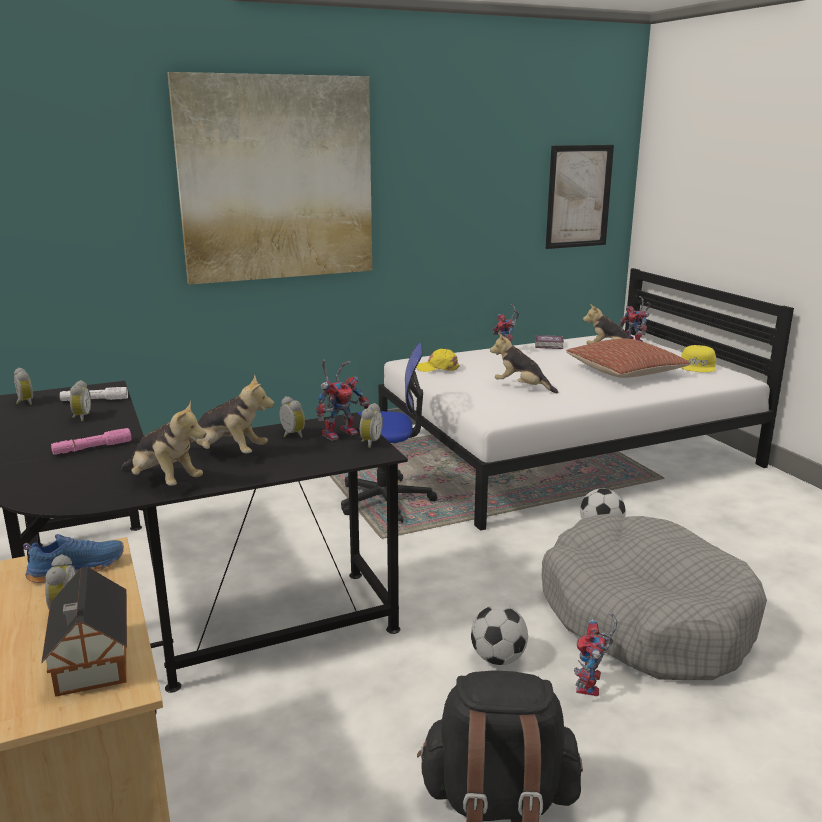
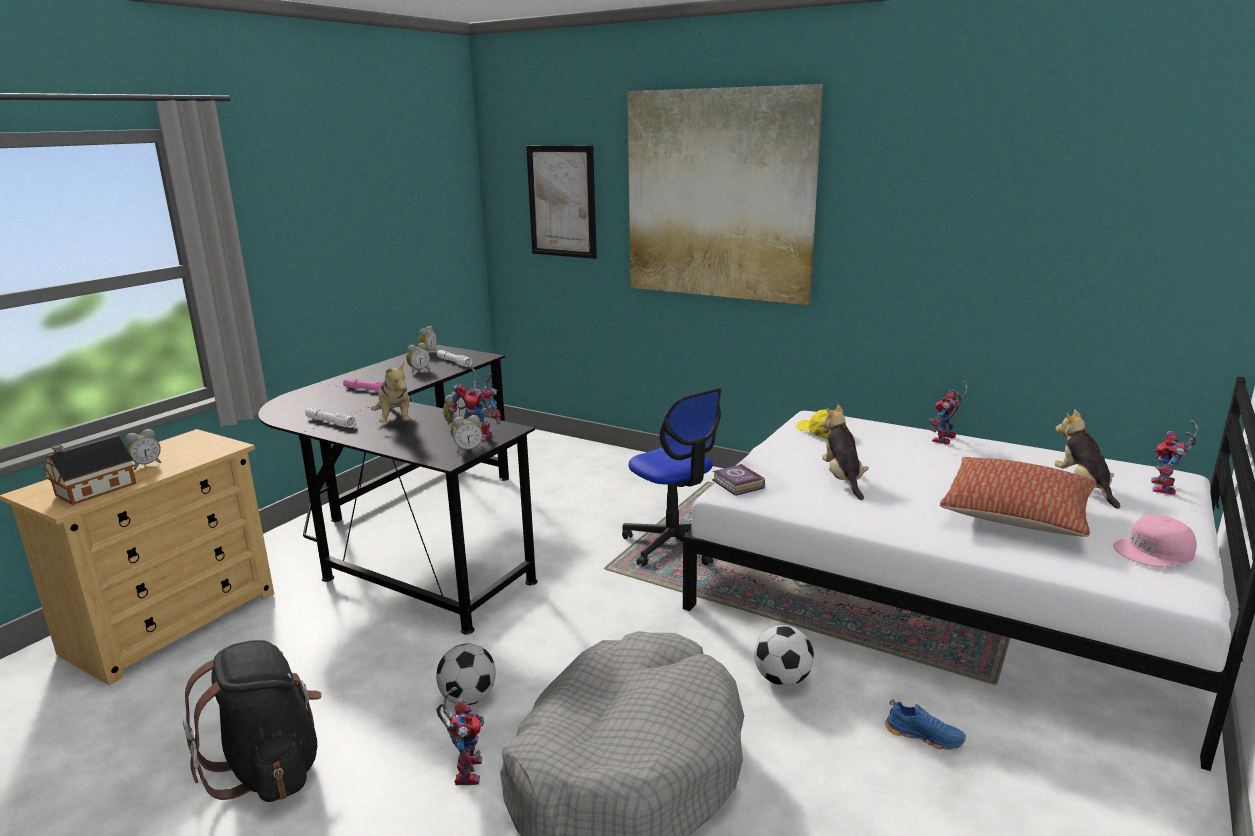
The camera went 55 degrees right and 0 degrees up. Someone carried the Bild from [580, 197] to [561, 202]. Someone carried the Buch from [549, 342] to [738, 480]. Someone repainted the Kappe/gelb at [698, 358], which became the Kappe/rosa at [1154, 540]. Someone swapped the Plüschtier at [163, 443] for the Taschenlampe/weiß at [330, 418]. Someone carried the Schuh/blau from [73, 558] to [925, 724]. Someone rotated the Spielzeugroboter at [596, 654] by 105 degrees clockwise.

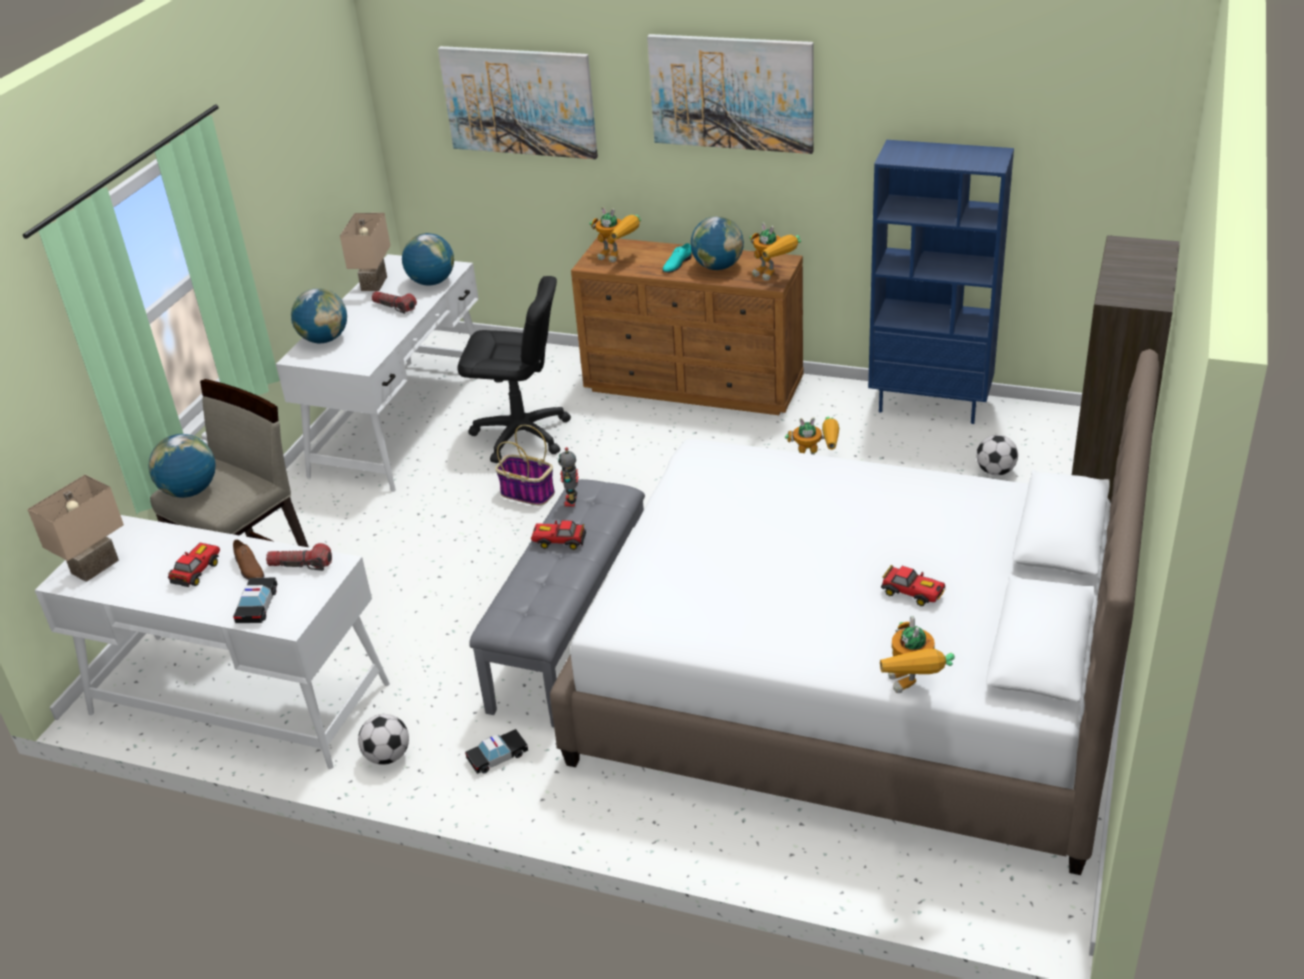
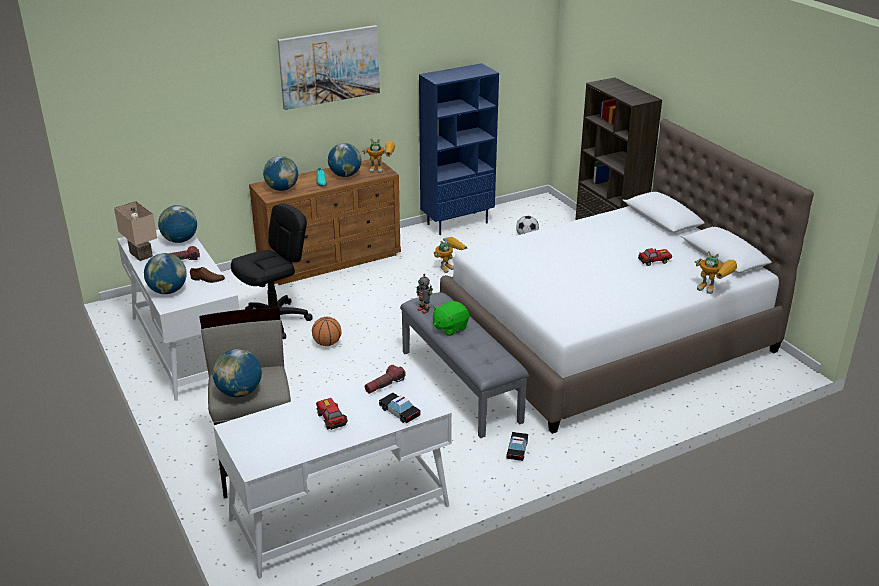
The camera went 50 degrees left and 5 degrees down. Someone took away the Bild at [518, 102]. Someone swapped the Spielzeugroboter at [615, 234] for the Globus at [280, 173]. Someone swapped the Korb at [525, 465] for the Basketball at [326, 331]. Someone took away the Tischlampe/beige at [75, 528]. Someone swapped the Spielzeugauto at [558, 535] for the Plüschtier/grün at [451, 318]. Someone carried the Schuh/braun from [248, 560] to [207, 275]. Someone took away the Fußball at [383, 739].

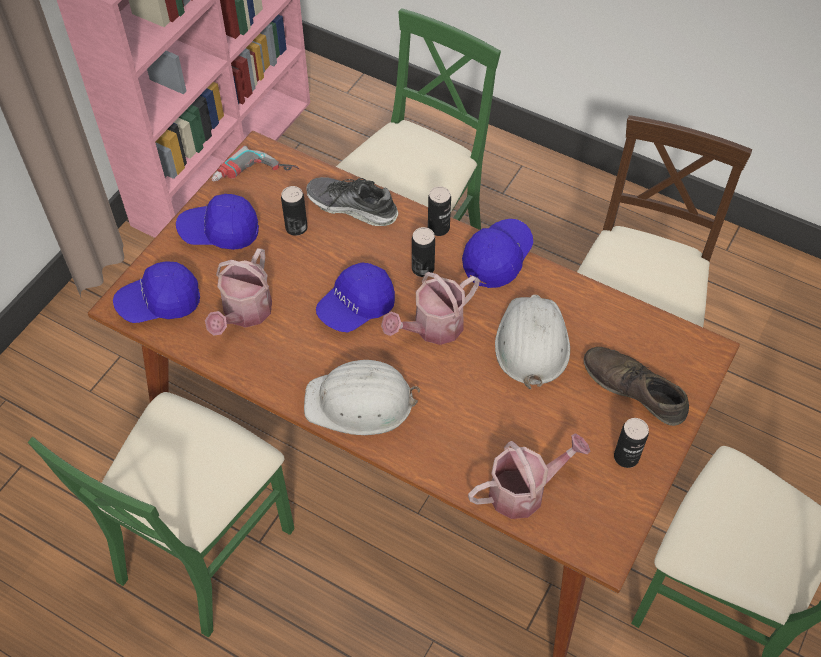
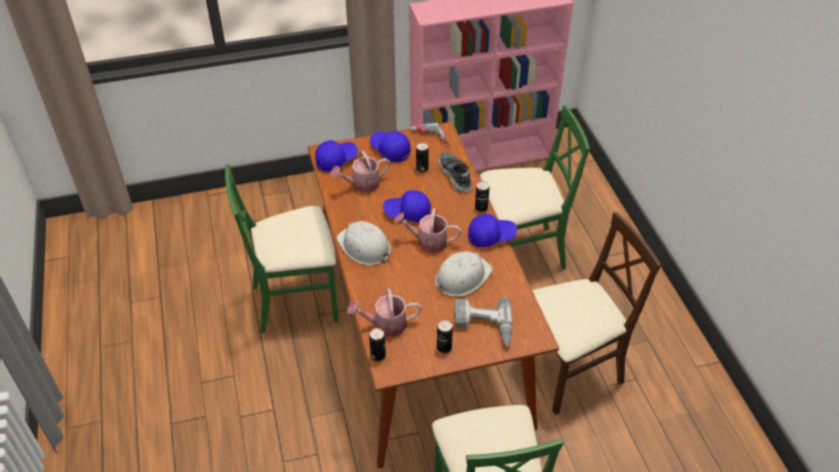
The camera went 45 degrees right and 10 degrees down. Someone carried the Dose from [423, 252] to [377, 344]. Someone rotated the Kappe/blau at [156, 292] by 120 degrees clockwise. Someone swapped the Schuh/braun at [636, 386] for the Bohrmaschine at [484, 321]. Someone rotated the Gießkanne at [529, 476] by 150 degrees clockwise.

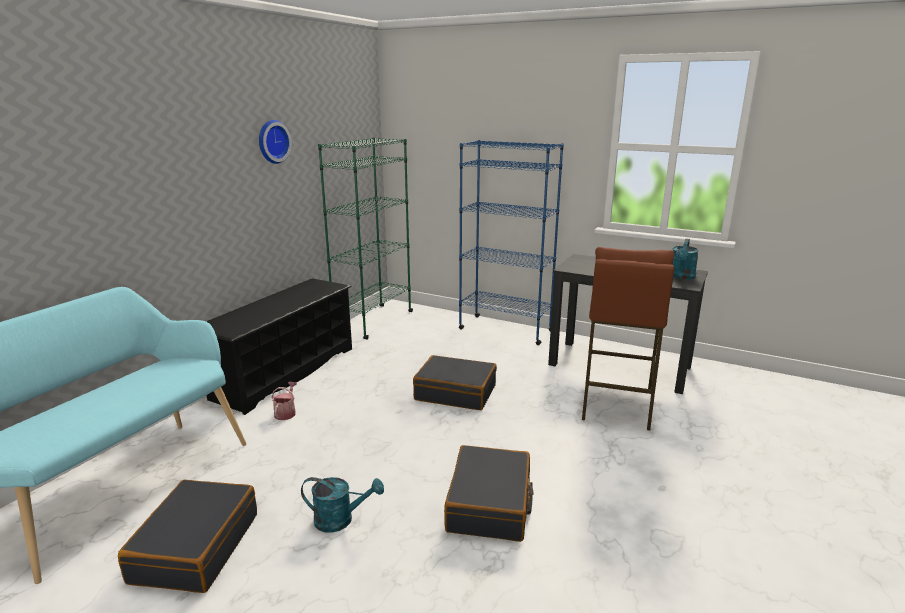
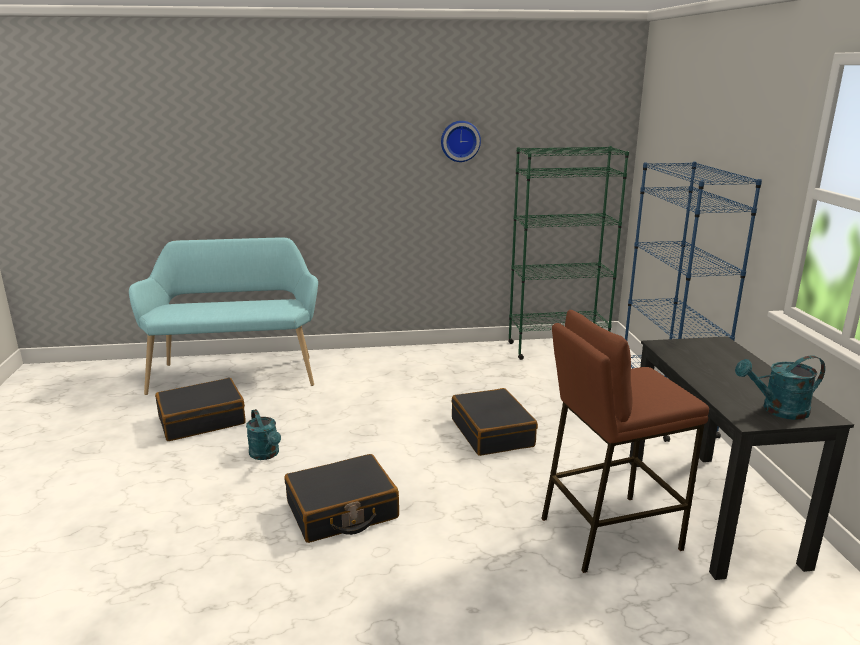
The camera went 55 degrees right and 0 degrees up. Someone took away the Schuhregal/schwarz at [279, 346]. Someone took away the Gießkanne at [284, 401].

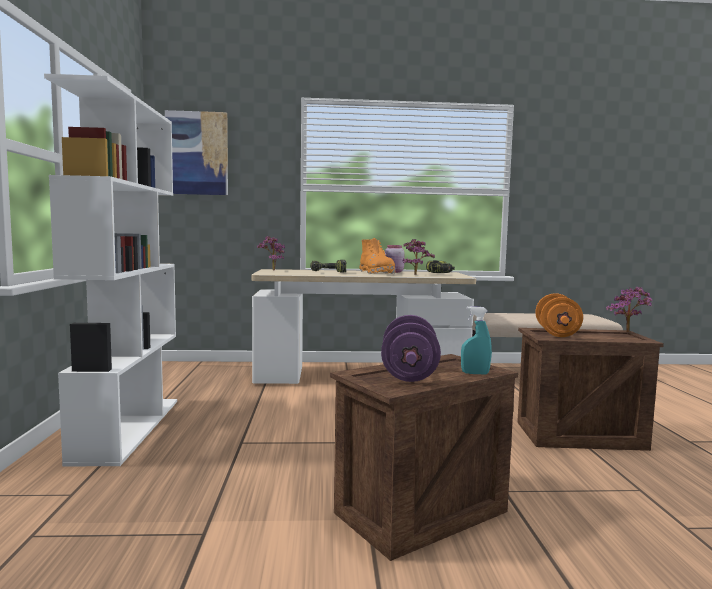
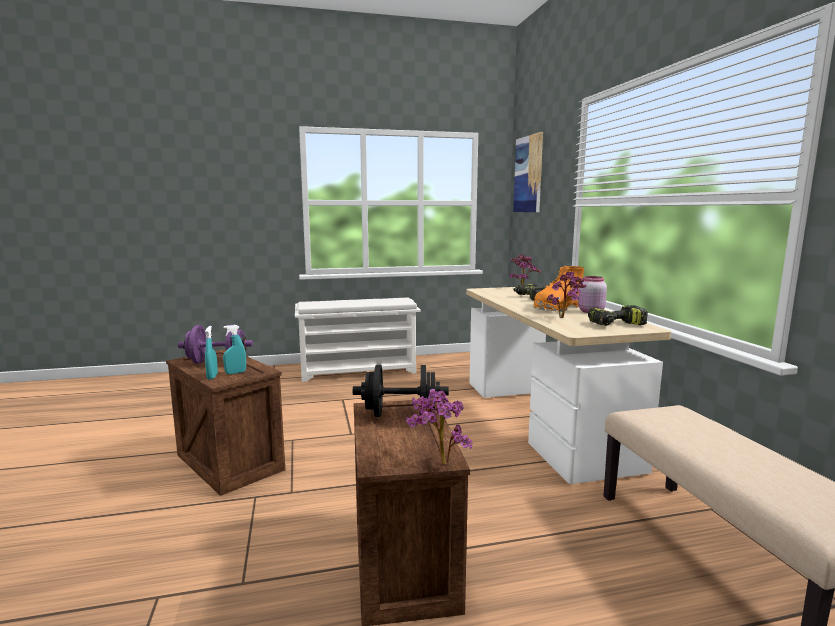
The camera went 80 degrees right and 5 degrees up. Someone swapped the Bücherregal/weiß at [110, 270] for the Schuhregal/weiß at [358, 340]. Someone repainted the Hantel/orange at [559, 315], which became the Hantel/schwarz at [401, 391]. Someone put down the Sprühflasche/türkis at [234, 349].

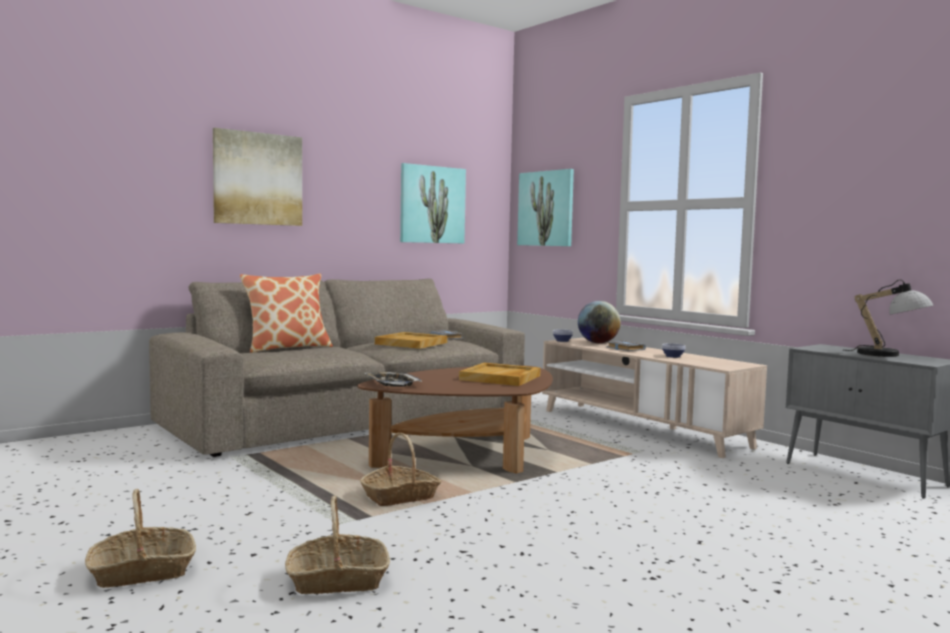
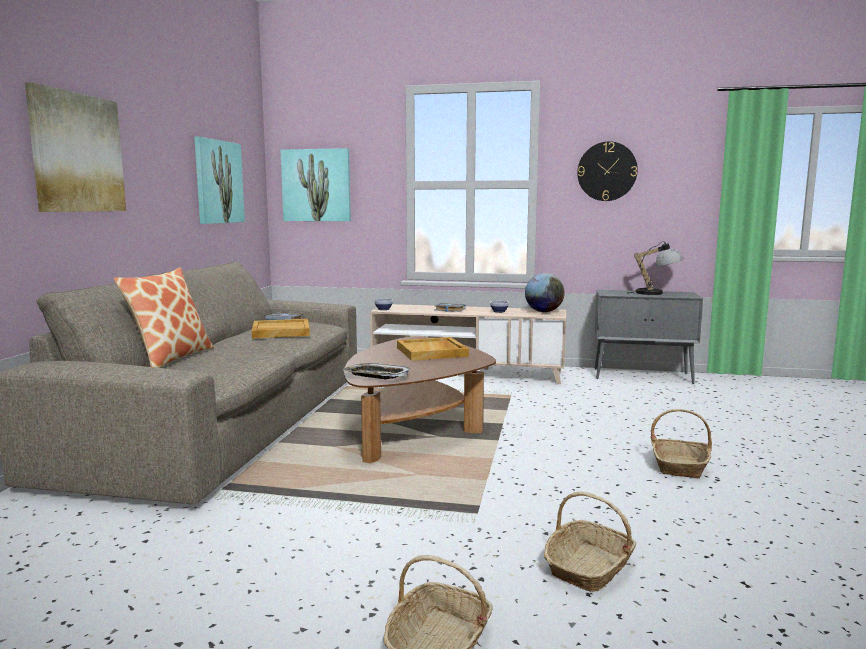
The camera went 40 degrees left and 5 degrees up. Someone carried the Globus from [599, 322] to [545, 292]. Someone carried the Korb from [400, 469] to [681, 444]. Someone put up the Wanduhr at [607, 171].

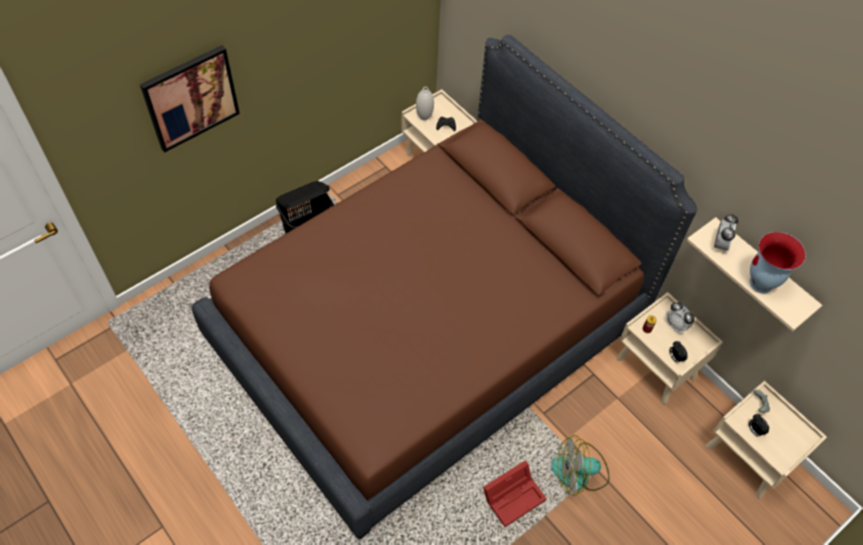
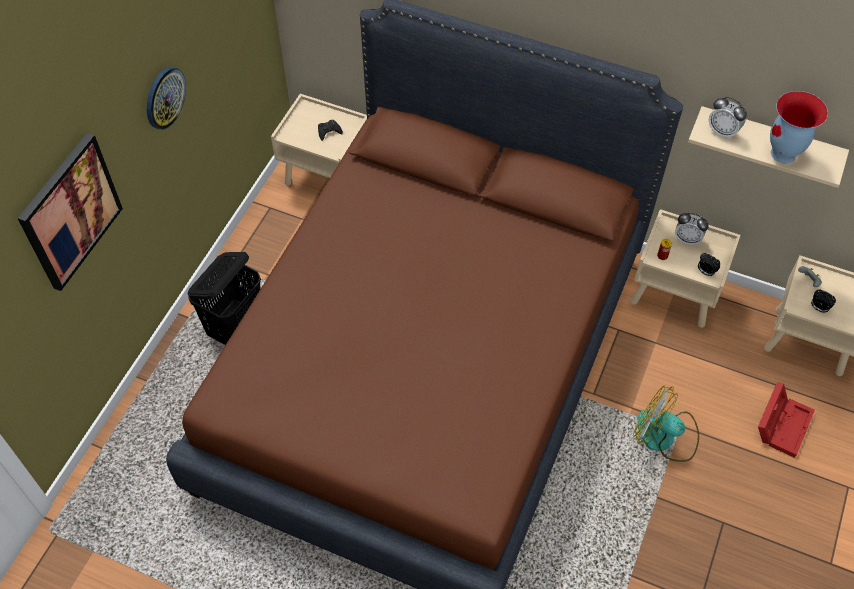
The camera went 25 degrees left and 0 degrees up. Someone took away the Vase/weiß at [425, 103]. Someone rotated the Wecker at [726, 233] by 135 degrees clockwise. Someone rotated the Ventilator at [580, 465] by 60 degrees clockwise. Someone carried the Aufbewahrungsbox/rot from [515, 494] to [786, 420]. Someone put up the Wanduhr at [166, 98].

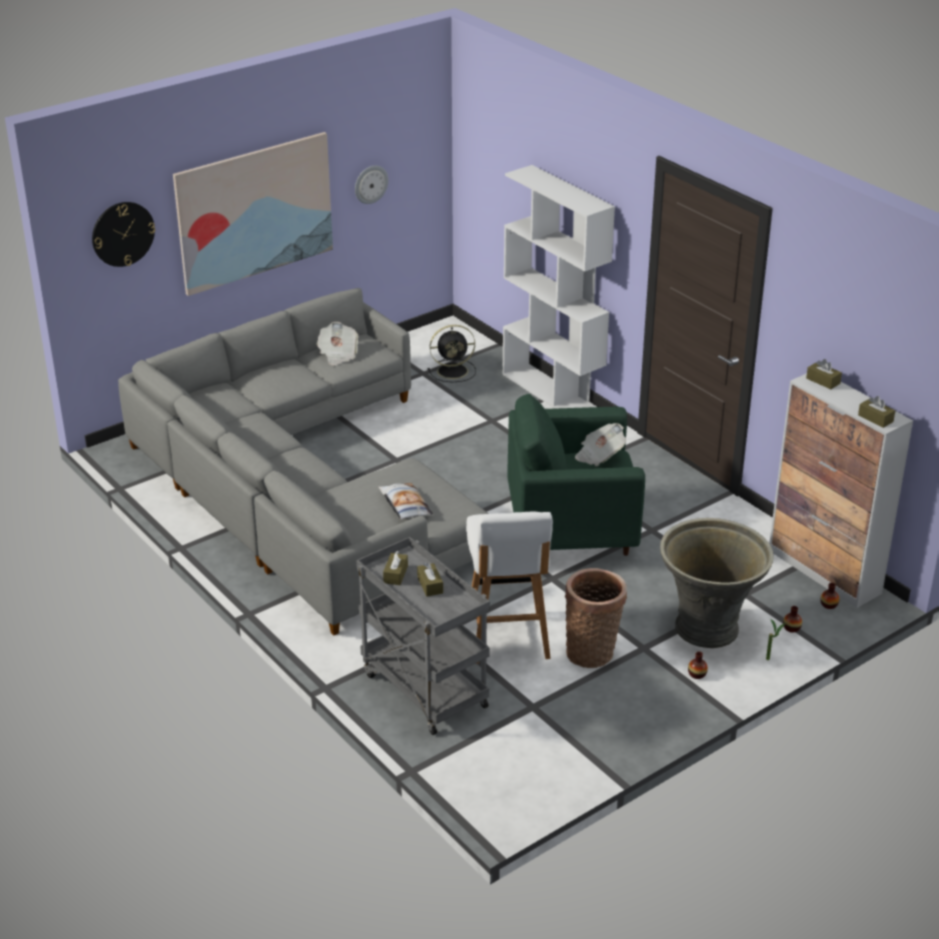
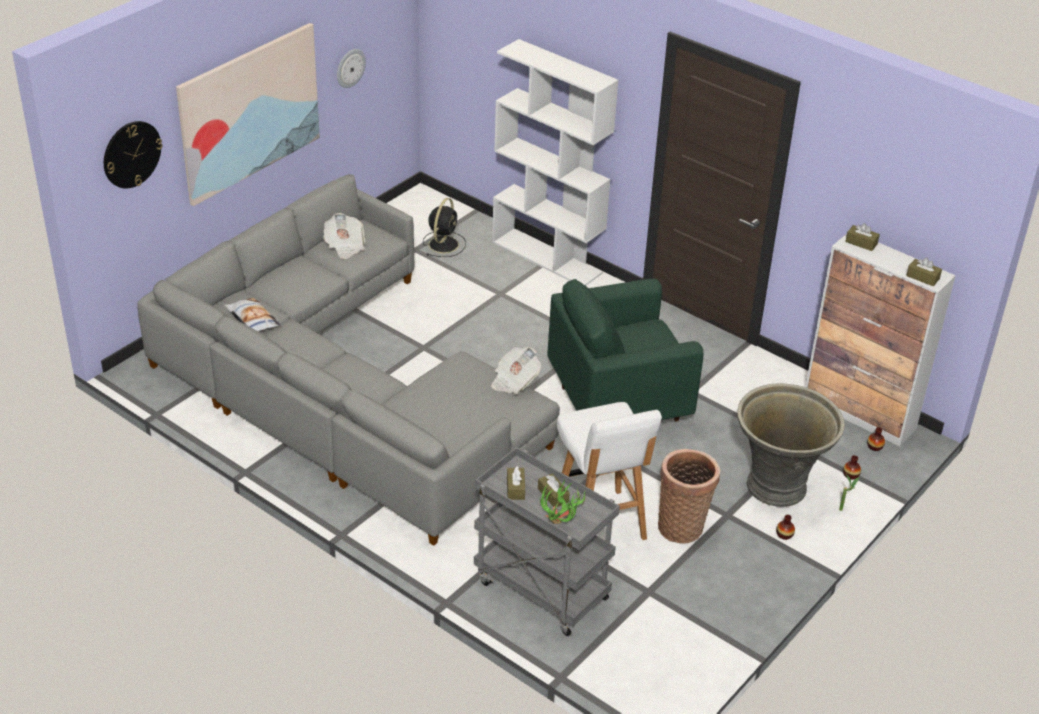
The camera went 15 degrees left and 5 degrees up. Someone rotated the Ventilator/schwarz at [452, 353] by 45 degrees counterclockwise. Someone carried the Zeitung from [600, 444] to [516, 371]. Someone carried the Kissen from [405, 501] to [252, 314]. Someone put down the Topfpflanze at [563, 501].

